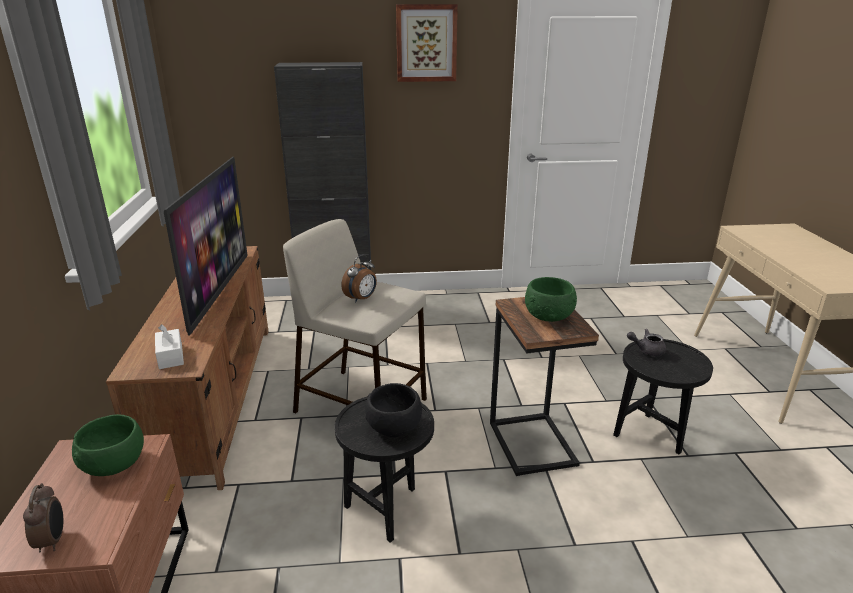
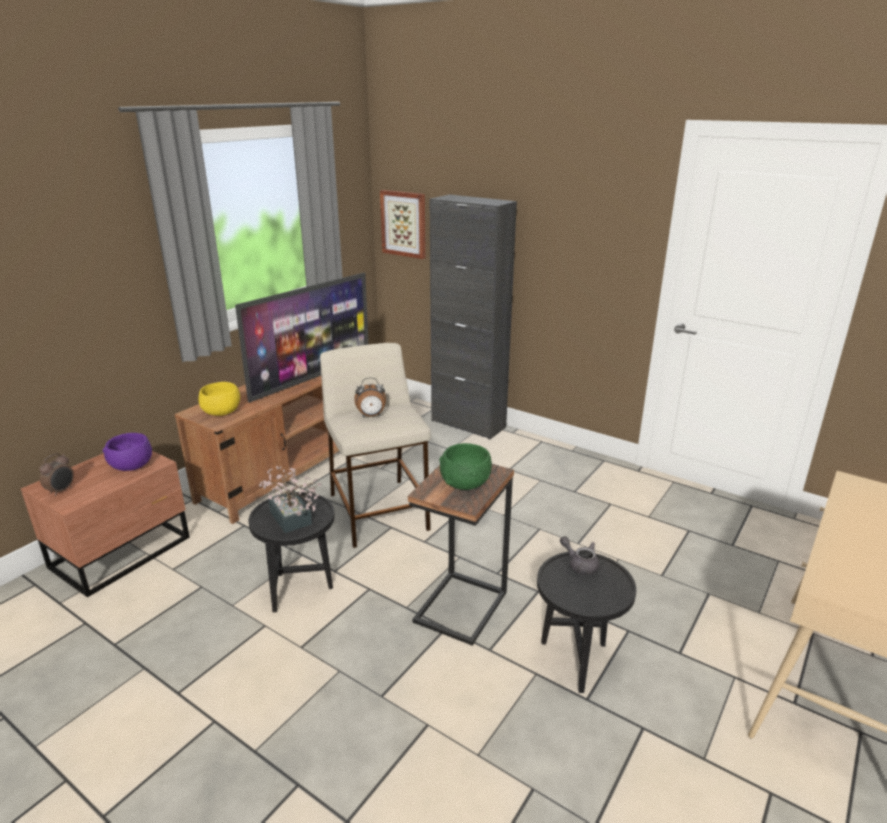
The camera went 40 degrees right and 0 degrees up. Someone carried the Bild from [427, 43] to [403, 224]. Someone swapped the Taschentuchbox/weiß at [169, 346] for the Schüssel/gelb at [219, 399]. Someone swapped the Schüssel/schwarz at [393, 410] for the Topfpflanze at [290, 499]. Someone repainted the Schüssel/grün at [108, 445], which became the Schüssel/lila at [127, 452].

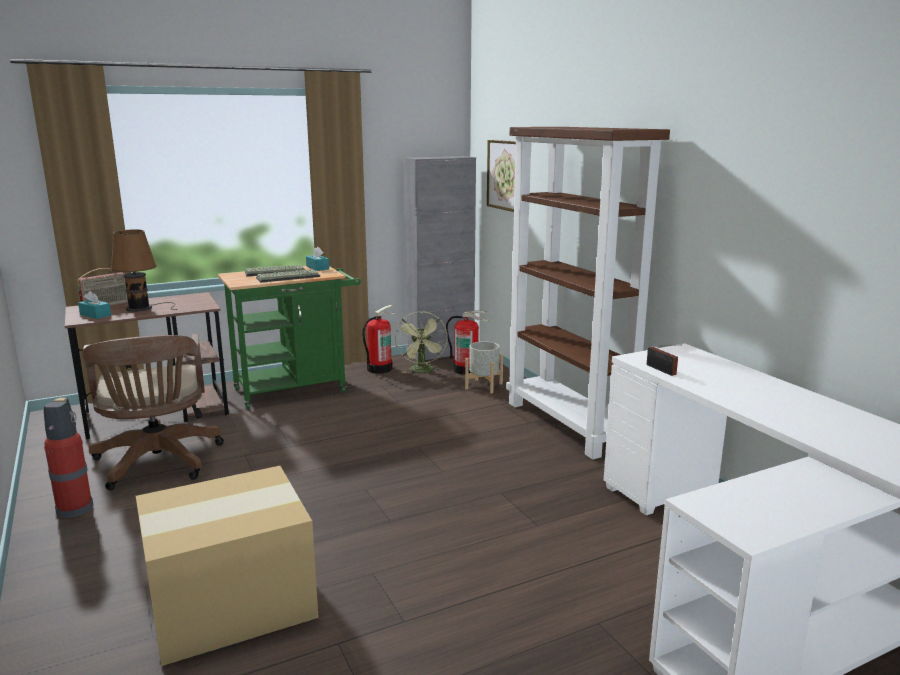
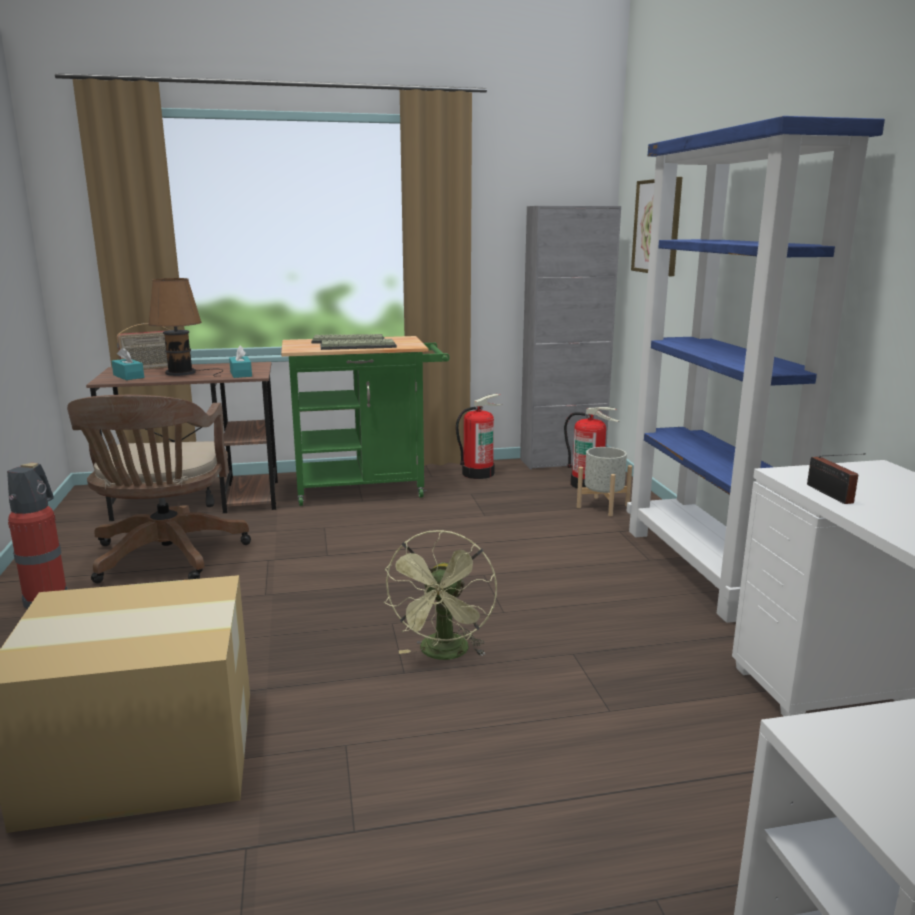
The camera went 15 degrees right and 0 degrees up. Someone repainted the Bücherregal/braun at [588, 293], which became the Bücherregal/blau at [756, 369]. Someone carried the Taschentuchbox/türkis from [317, 259] to [240, 361]. Someone carried the Ventilator/grün from [421, 342] to [440, 595].

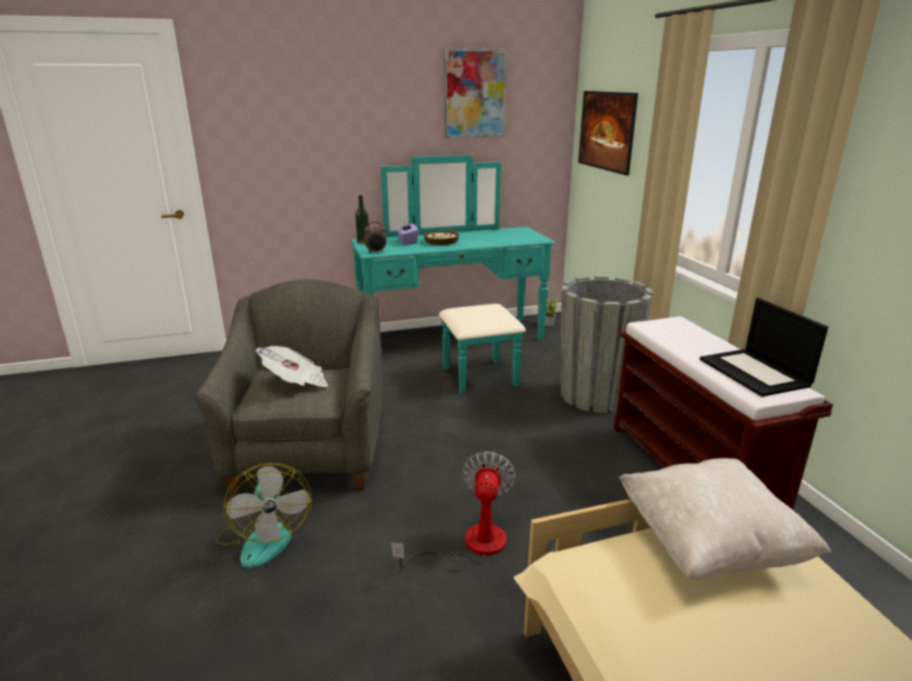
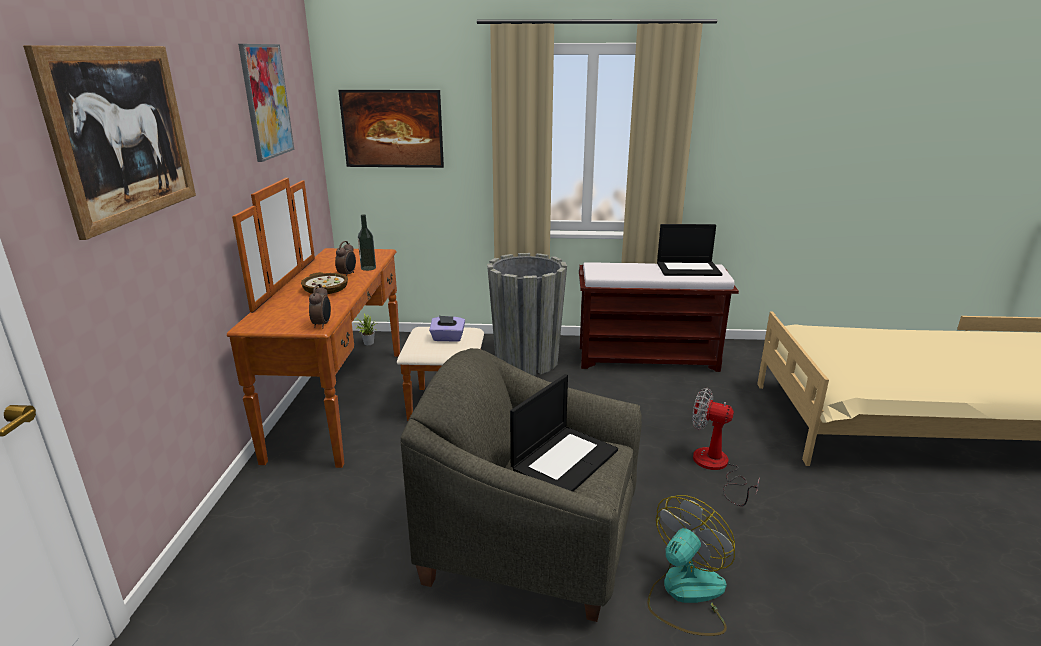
The camera went 70 degrees left and 0 degrees up. Someone repainted the Kommode/türkis at [452, 274], which became the Kommode/braun at [355, 323]. Someone carried the Flasche from [362, 219] to [367, 242]. Someone carried the Taschentuchbox/lila from [407, 233] to [447, 329]. Someone swapped the Zeitung at [292, 366] for the Laptop at [564, 433]. Someone took away the Kissen/beige at [725, 519]. Someone rotated the Ventilator at [264, 516] by 45 degrees counterclockwise. Someone put up the Bild at [109, 142]. Someone put down the Wecker at [345, 258].

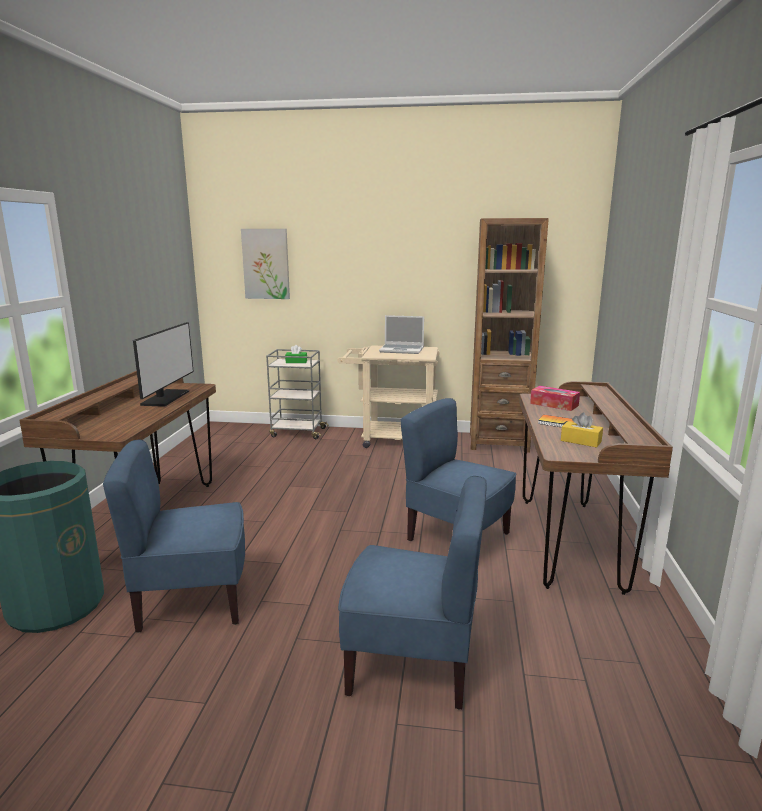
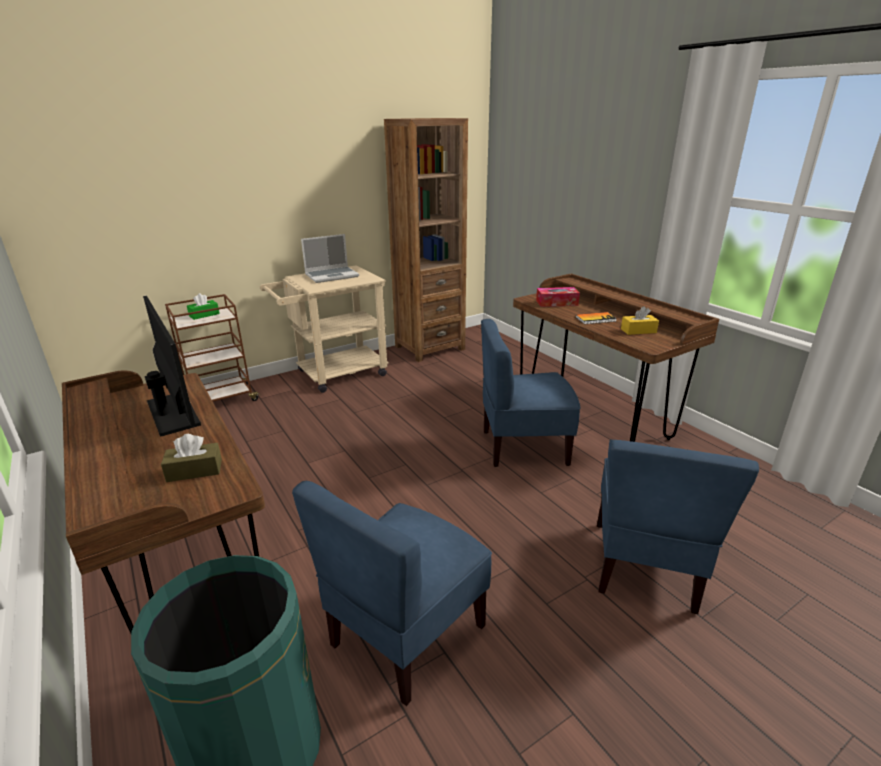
The camera went 40 degrees left and 10 degrees up. Someone took away the Bild at [265, 264]. Someone repainted the Rollwagen/grau at [297, 394], which became the Rollwagen/braun at [212, 347]. Someone rotated the Stuhl/blau at [412, 593] by 135 degrees clockwise. Someone put down the Taschentuchbox/braun at [191, 458].

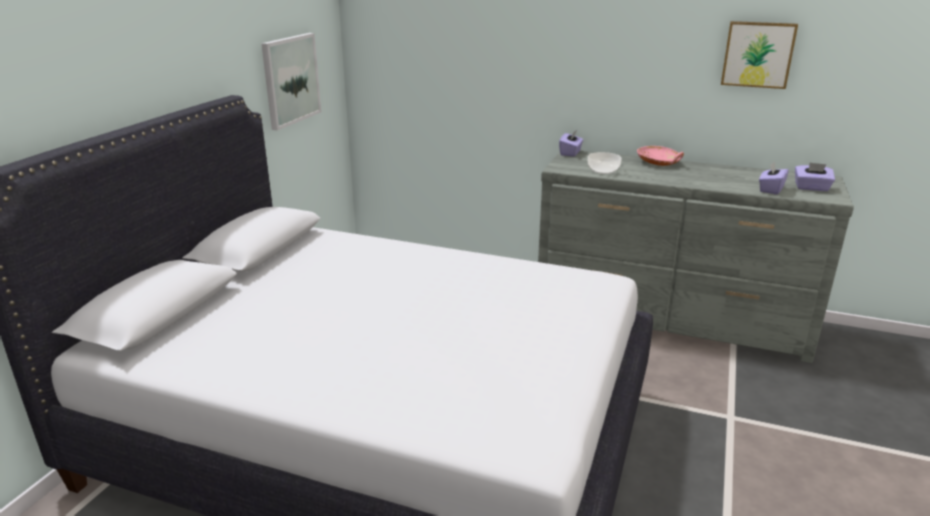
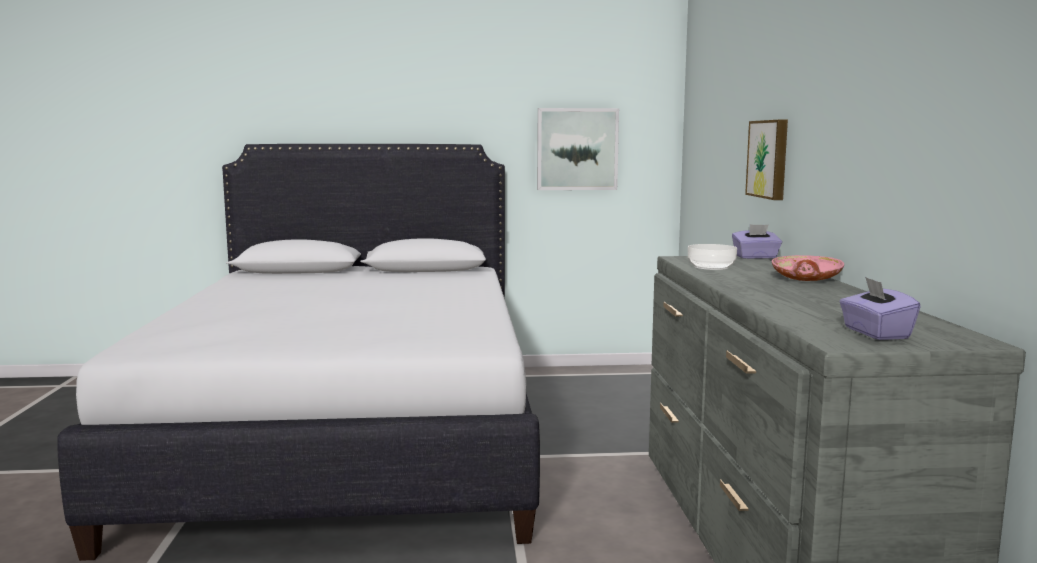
The camera went 65 degrees right and 15 degrees down. Someone carried the Bild from [759, 55] to [766, 160]. Someone took away the Taschentuchbox/lila at [774, 177].

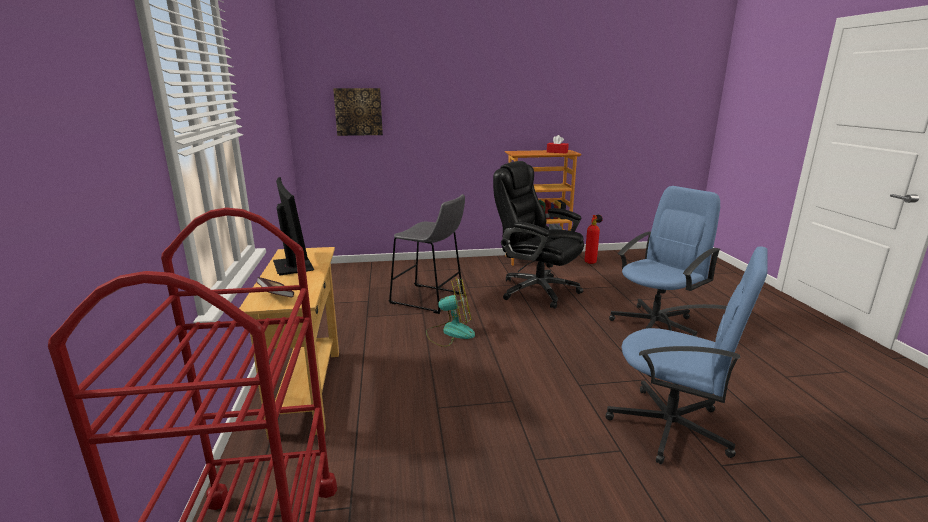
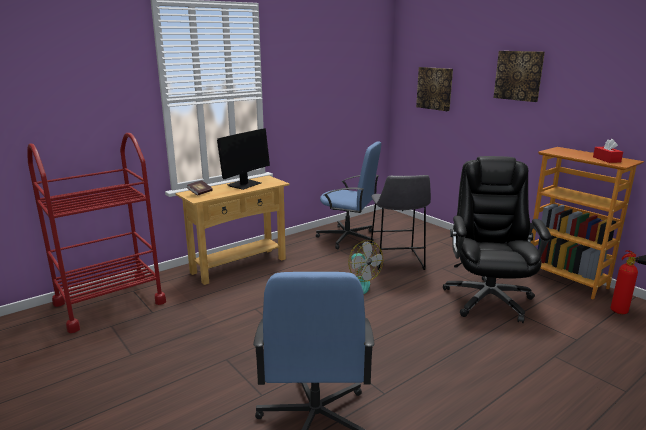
The camera went 60 degrees right and 0 degrees up. Someone carried the Bürostuhl/blau from [665, 261] to [348, 195]. Someone put up the Bild at [519, 76].

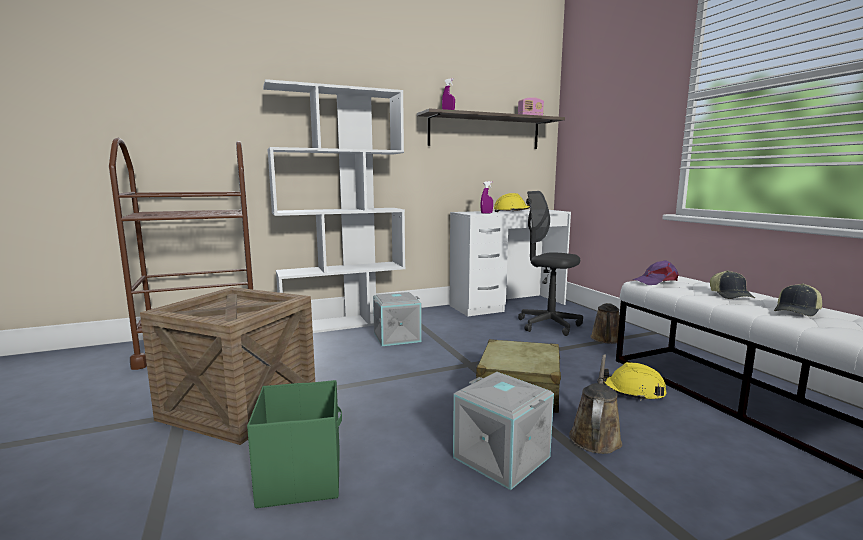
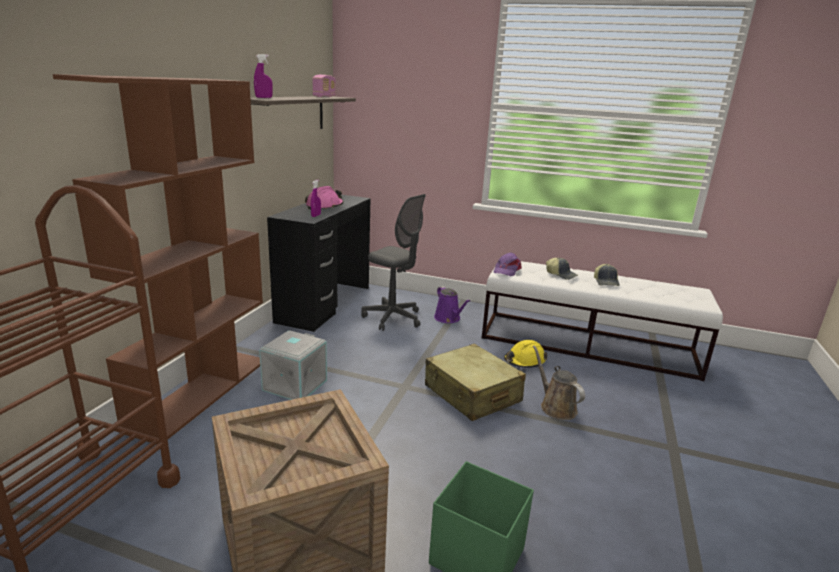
The camera went 50 degrees left and 10 degrees up. Someone repainted the Bücherregal/weiß at [334, 206], which became the Bücherregal/braun at [158, 258]. Someone rotated the Bürostuhl/grau at [550, 263] by 135 degrees counterclockwise. Someone repainted the Schutzhelm/gelb at [512, 202], which became the Schutzhelm/rosa at [324, 197]. Someone repainted the Schreibtisch/weiß at [510, 263], which became the Schreibtisch/schwarz at [318, 263]. Someone repainted the Gießkanne/braun at [605, 323], which became the Gießkanne/lila at [452, 304]. Someone took away the Aufbewahrungsbox/grau at [503, 431].

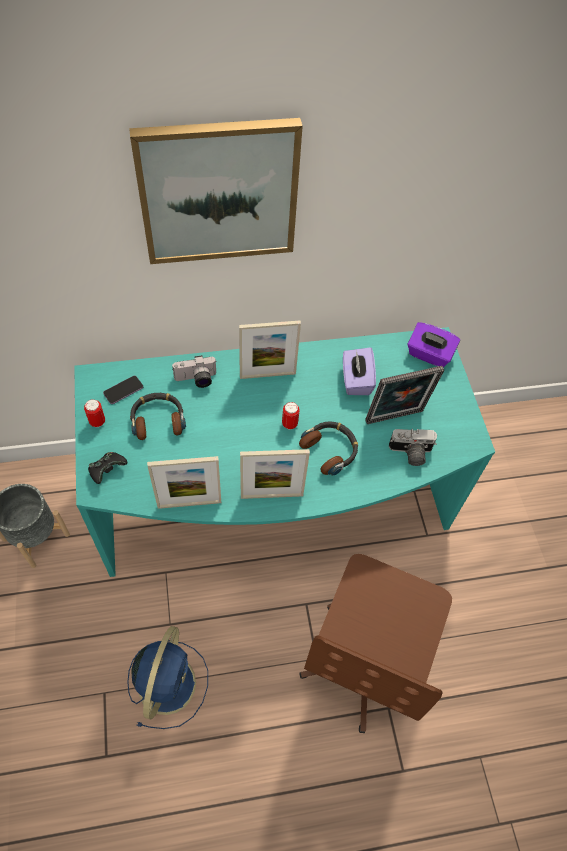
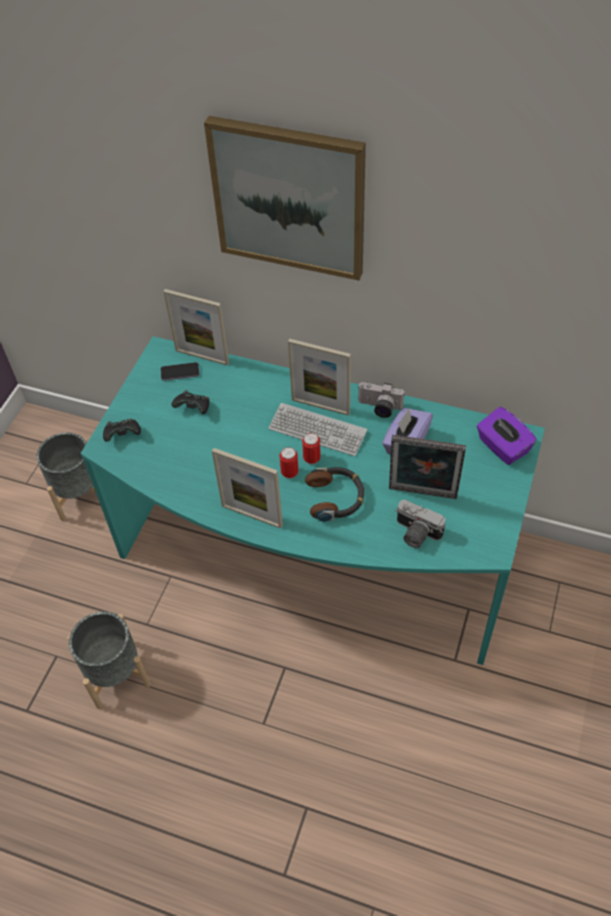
The camera went 35 degrees right and 5 degrees down. Someone carried the Kamera from [194, 371] to [381, 400]. Someone swapped the Kopfhörer at [158, 416] for the Gamepad/schwarz at [190, 402]. Someone carried the Dose from [94, 413] to [289, 463]. Someone carried the Bilderrahmen from [184, 482] to [196, 327]. Someone took away the Bürostuhl/braun at [375, 643]. Someone swapped the Ventilator/blau at [167, 677] for the Pflanzkübel/grau at [109, 660]. Someone put down the Tastatur at [317, 429].

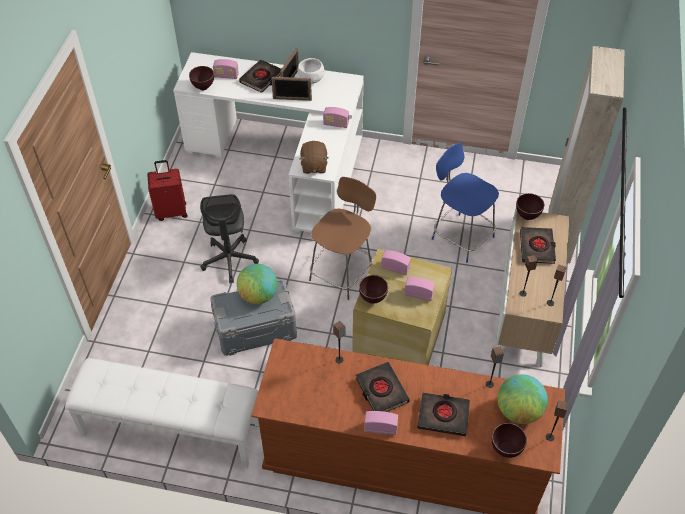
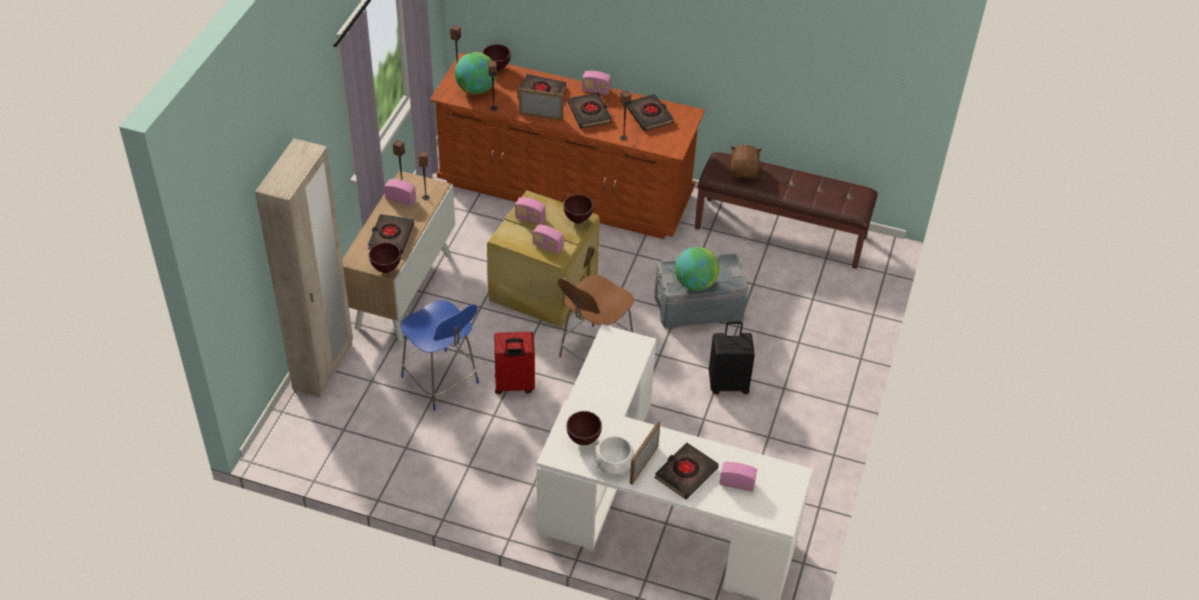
The camera went 175 degrees left and 5 degrees down. Someone carried the Schüssel/braun from [201, 78] to [584, 428]. Someone carried the Bilderrahmen from [291, 89] to [541, 104]. Someone carried the Radio from [336, 117] to [400, 192]. Someone carried the Plüschtier/braun from [313, 157] to [746, 162]. Someone carried the Koffer/rot from [167, 190] to [514, 363]. Someone swapped the Bürostuhl/grau at [229, 238] for the Koffer/schwarz at [732, 357]. Someone repainted the Bank/weiß at [162, 413], which became the Bank/braun at [786, 210]. Someone put down the Buch/schwarz at [650, 112].

